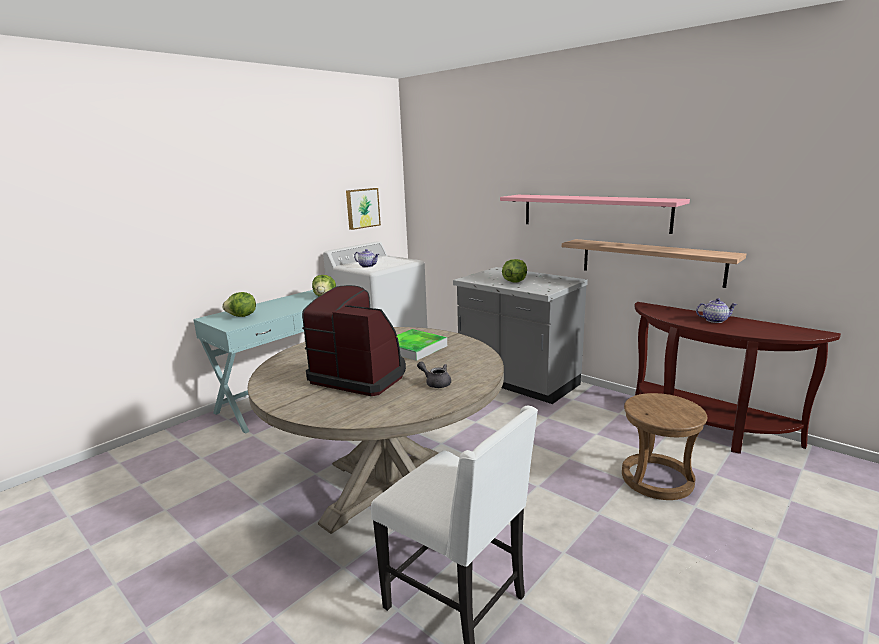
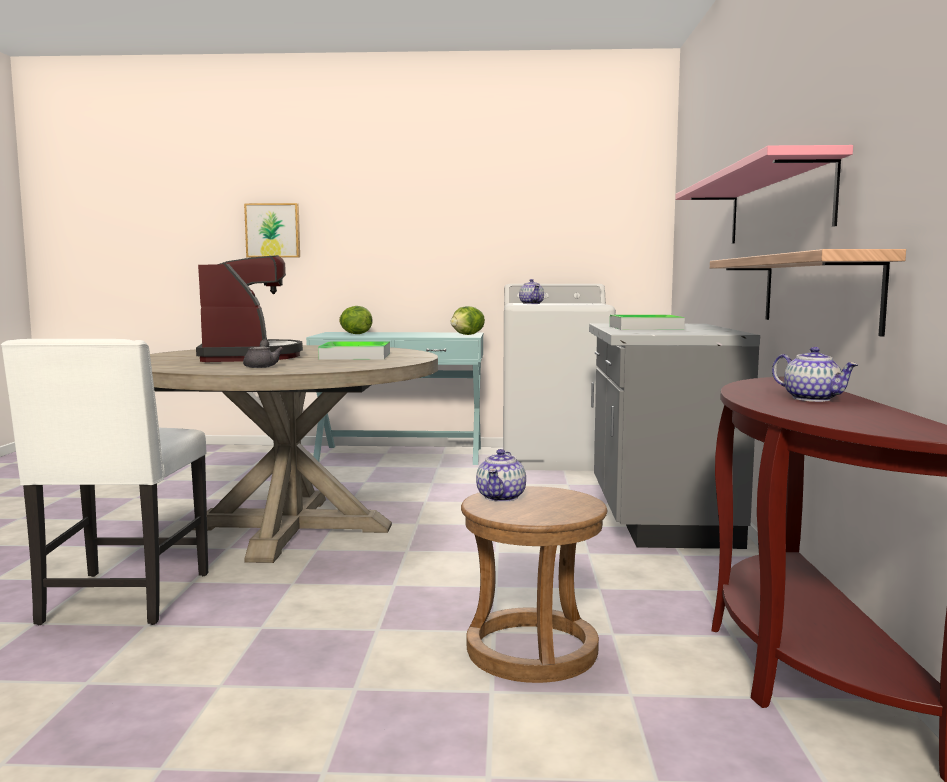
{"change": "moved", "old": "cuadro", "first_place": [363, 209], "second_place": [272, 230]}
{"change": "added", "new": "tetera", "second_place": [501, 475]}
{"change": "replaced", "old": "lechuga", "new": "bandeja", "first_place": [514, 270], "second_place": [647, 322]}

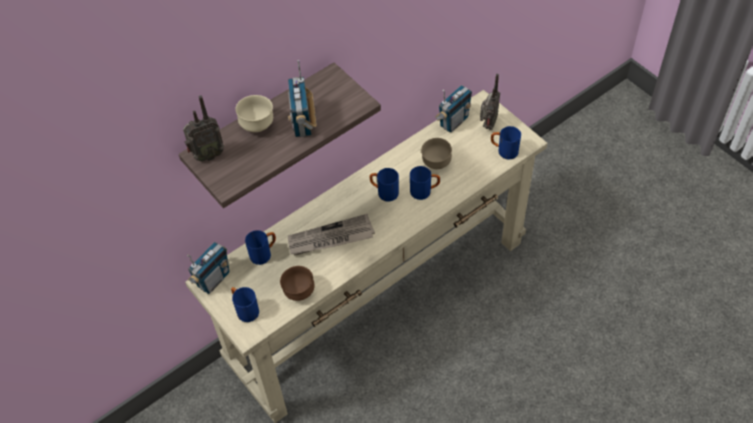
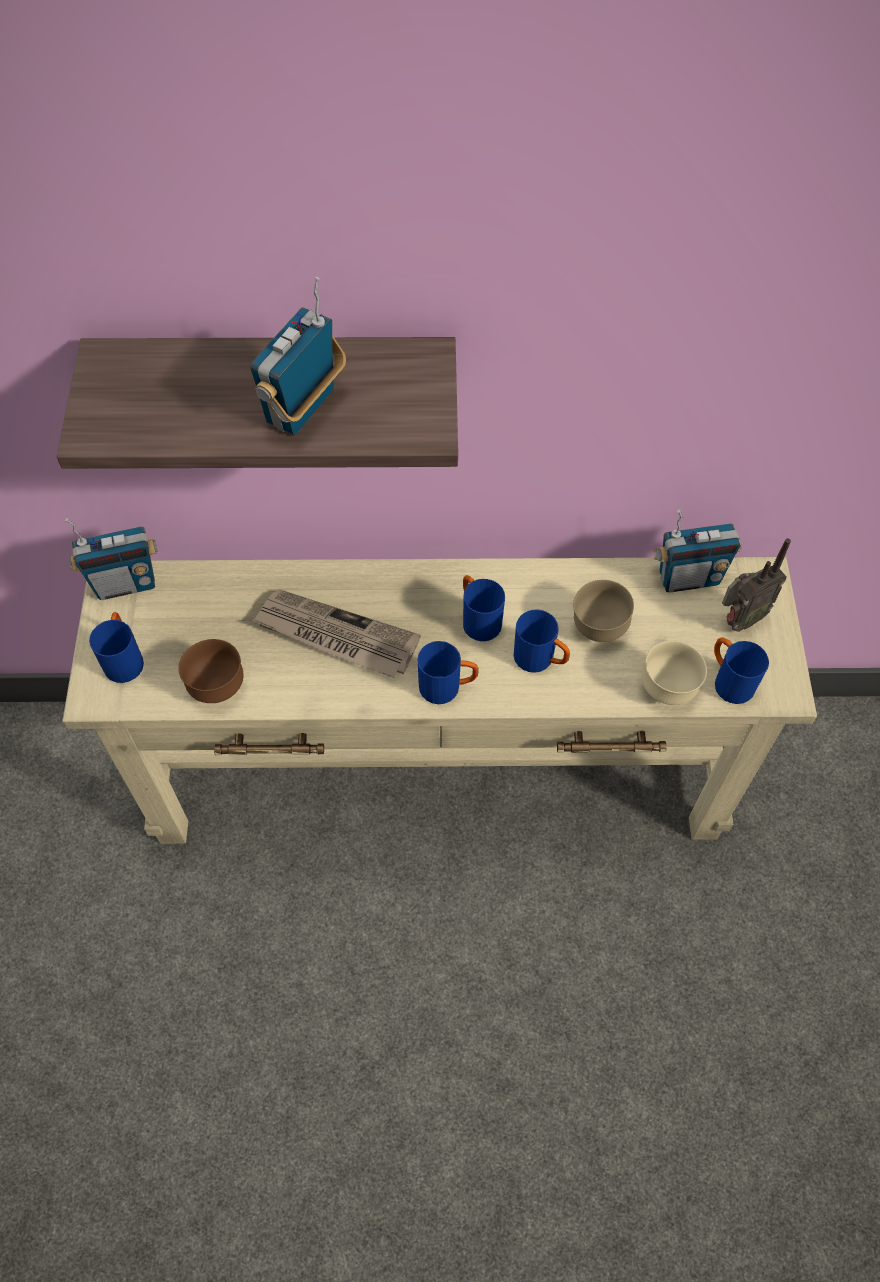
{"change": "moved", "old": "taza grande/azul", "first_place": [260, 247], "second_place": [448, 672]}
{"change": "moved", "old": "cuenco/beis", "first_place": [254, 113], "second_place": [674, 673]}
{"change": "removed", "old": "radio", "first_place": [203, 128]}

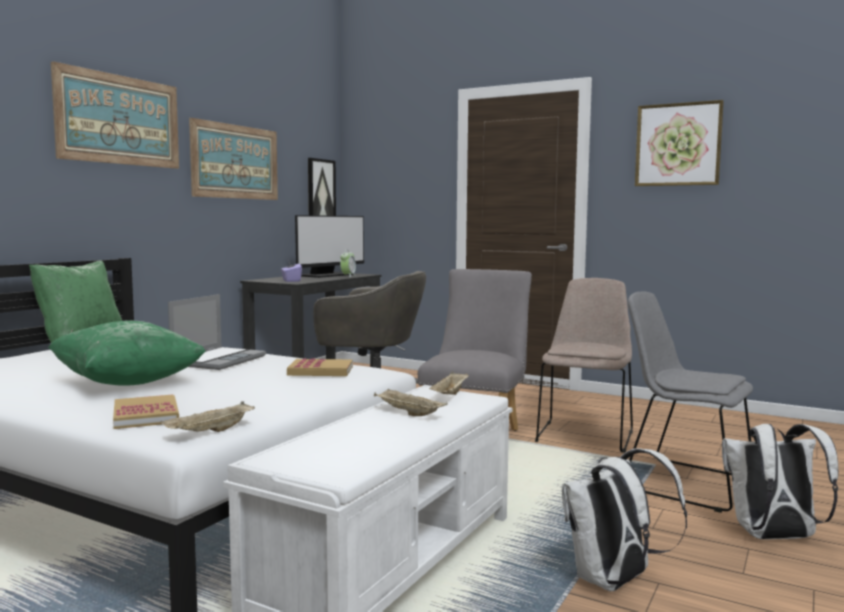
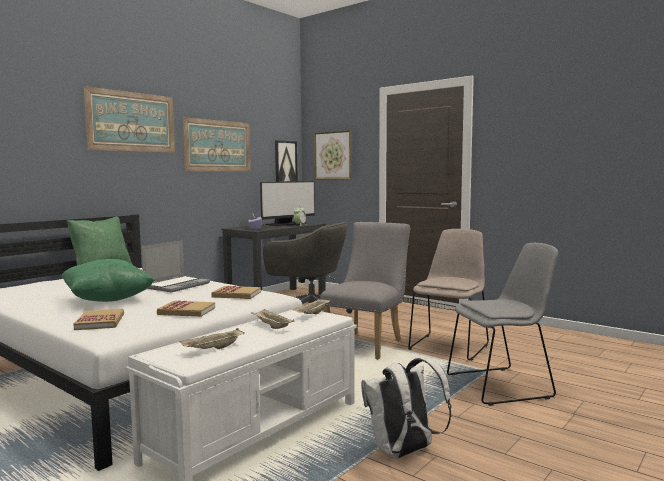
{"change": "added", "new": "libro", "second_place": [186, 309]}
{"change": "moved", "old": "bandeja/beis", "first_place": [208, 416], "second_place": [212, 338]}
{"change": "moved", "old": "cuadro", "first_place": [679, 143], "second_place": [333, 154]}
{"change": "turned", "old": "silla/gris", "first_place": [690, 402], "second_place": [503, 324], "degrees": 120}
{"change": "removed", "old": "mochila/blanco", "first_place": [780, 482]}

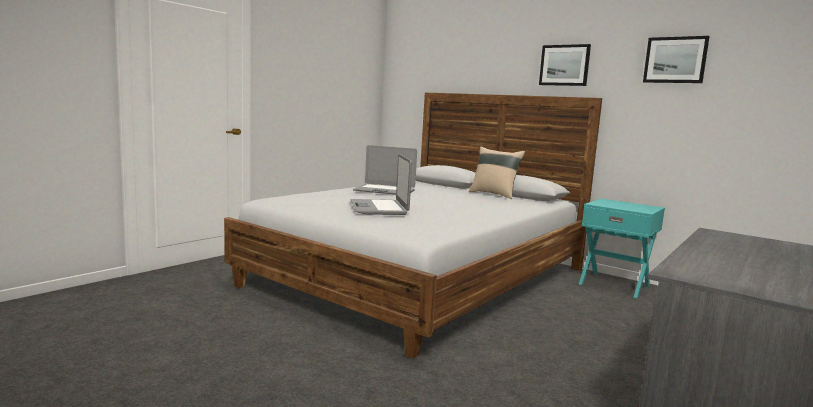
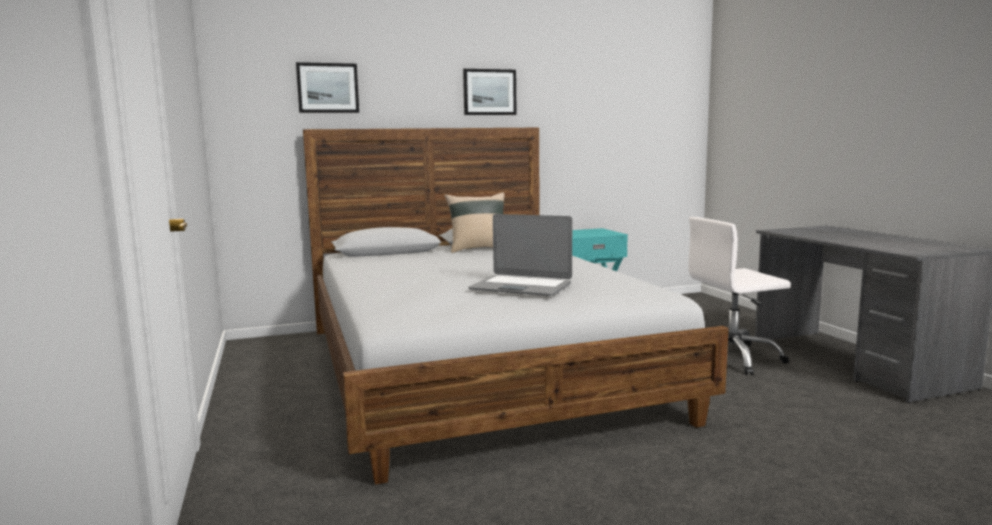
{"change": "moved", "old": "cuadro", "first_place": [676, 59], "second_place": [327, 87]}
{"change": "added", "new": "silla de oficina/blanco", "second_place": [740, 296]}
{"change": "removed", "old": "portátil", "first_place": [385, 170]}

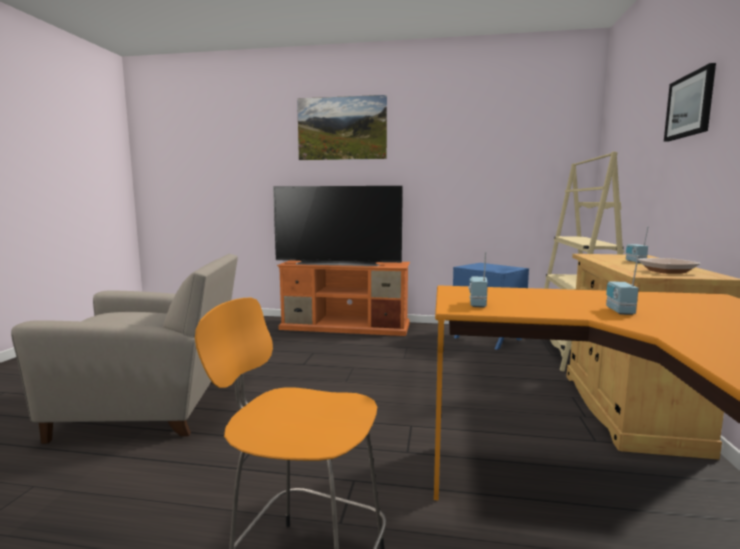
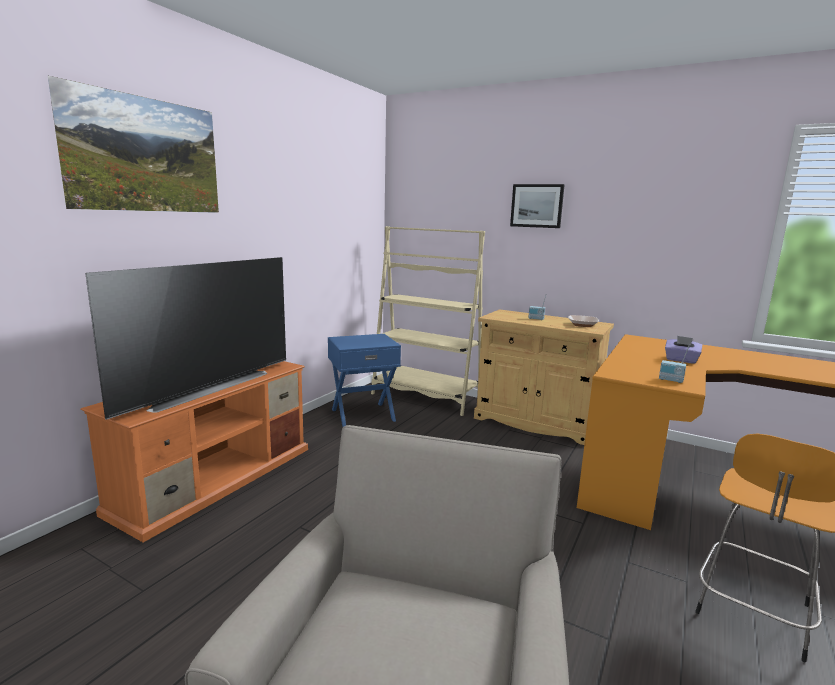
{"change": "replaced", "old": "radio", "new": "caja de pañuelos/morado", "first_place": [622, 285], "second_place": [683, 350]}

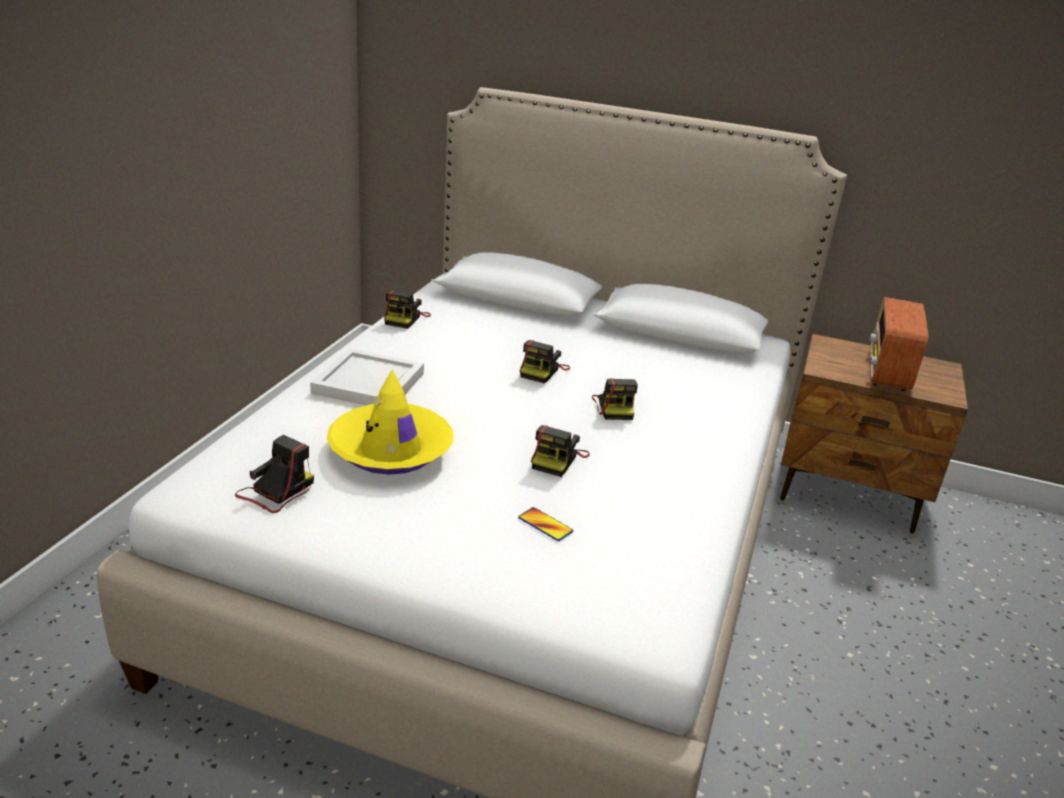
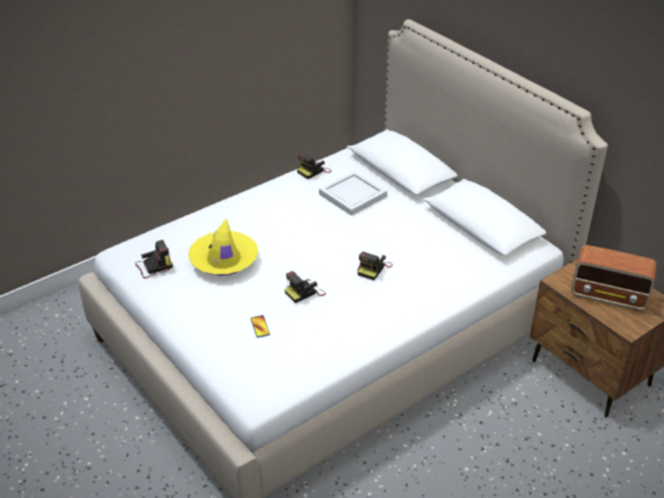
{"change": "moved", "old": "bandeja/blanco", "first_place": [367, 376], "second_place": [353, 193]}
{"change": "turned", "old": "radio", "first_place": [899, 344], "second_place": [614, 278], "degrees": -120}
{"change": "removed", "old": "cámara", "first_place": [545, 362]}

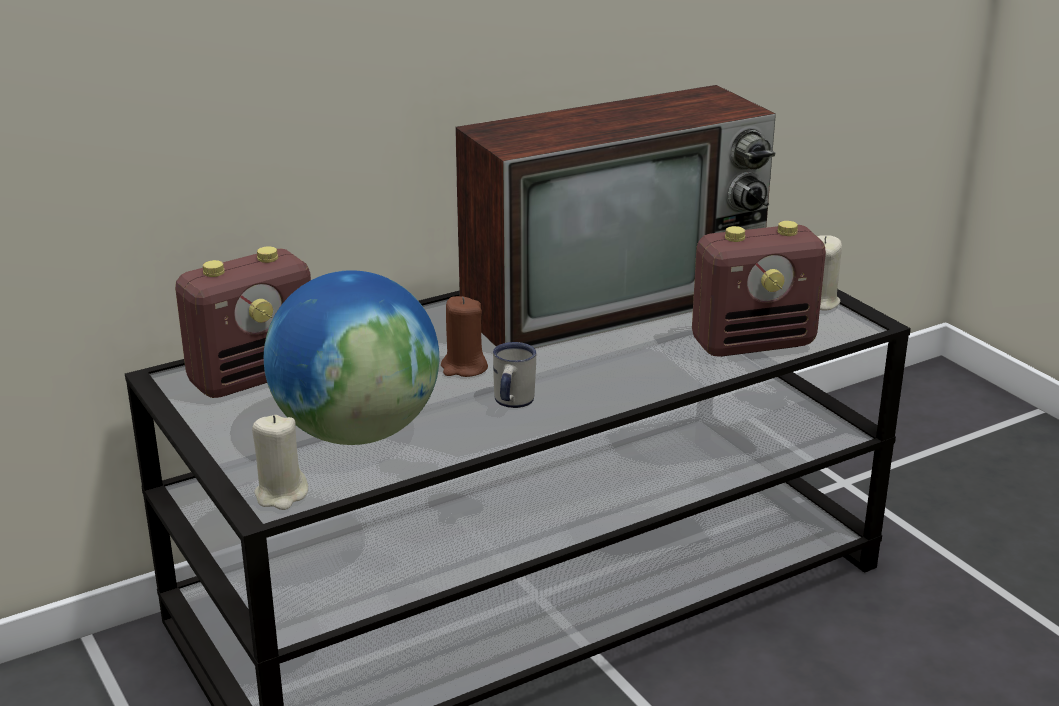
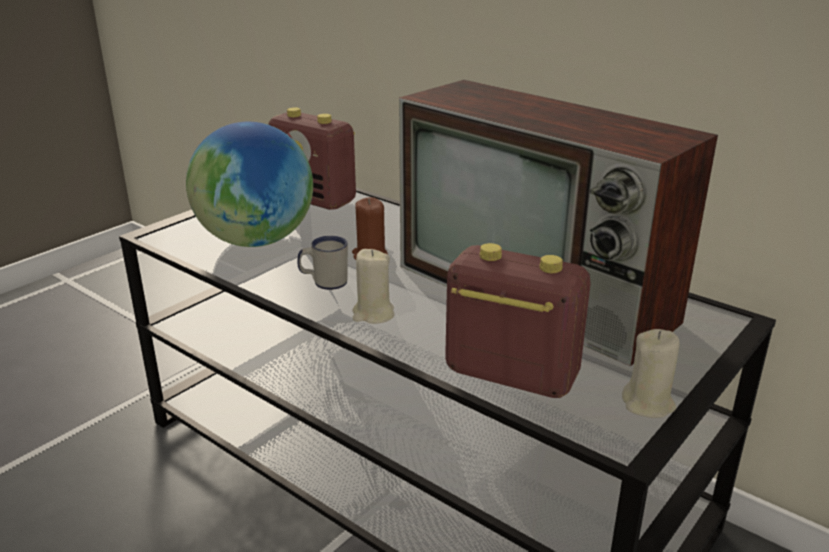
{"change": "moved", "old": "vela/beis", "first_place": [280, 462], "second_place": [373, 286]}
{"change": "turned", "old": "radio", "first_place": [759, 289], "second_place": [517, 320], "degrees": 150}

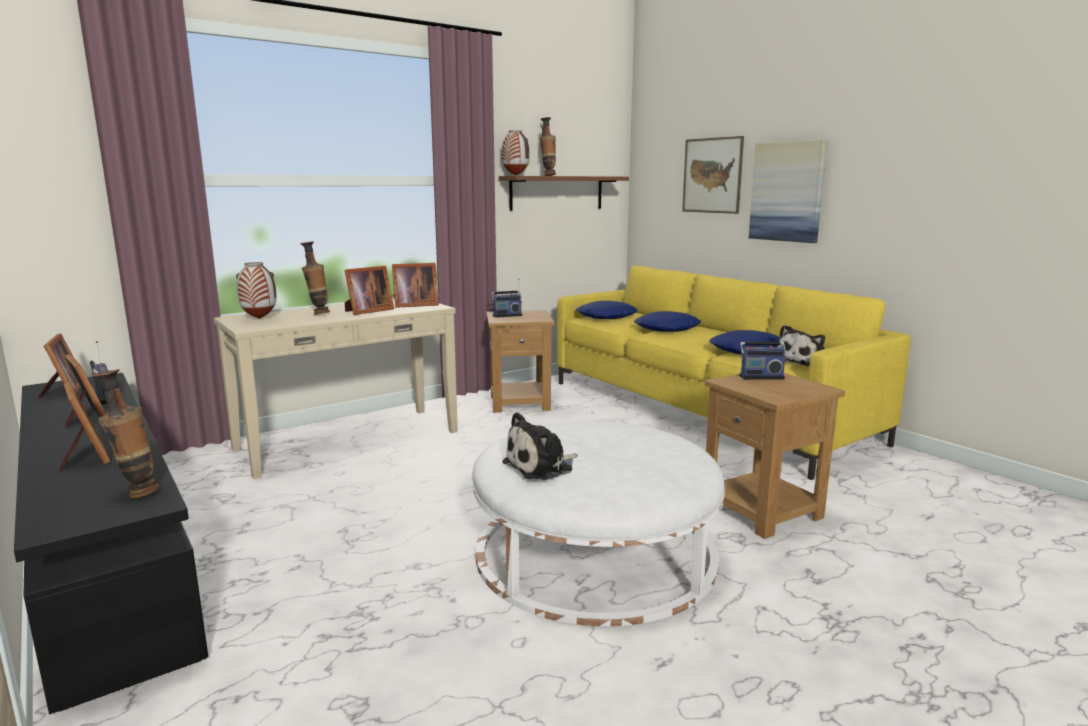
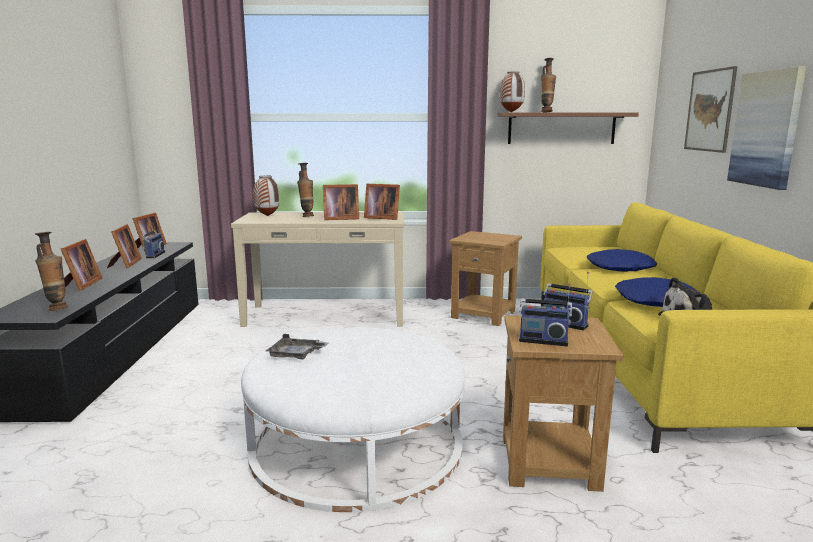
{"change": "replaced", "old": "peluche", "new": "bandeja/gris", "first_place": [540, 446], "second_place": [297, 347]}
{"change": "moved", "old": "radio", "first_place": [506, 298], "second_place": [545, 314]}
{"change": "removed", "old": "cojín/azul", "first_place": [607, 310]}

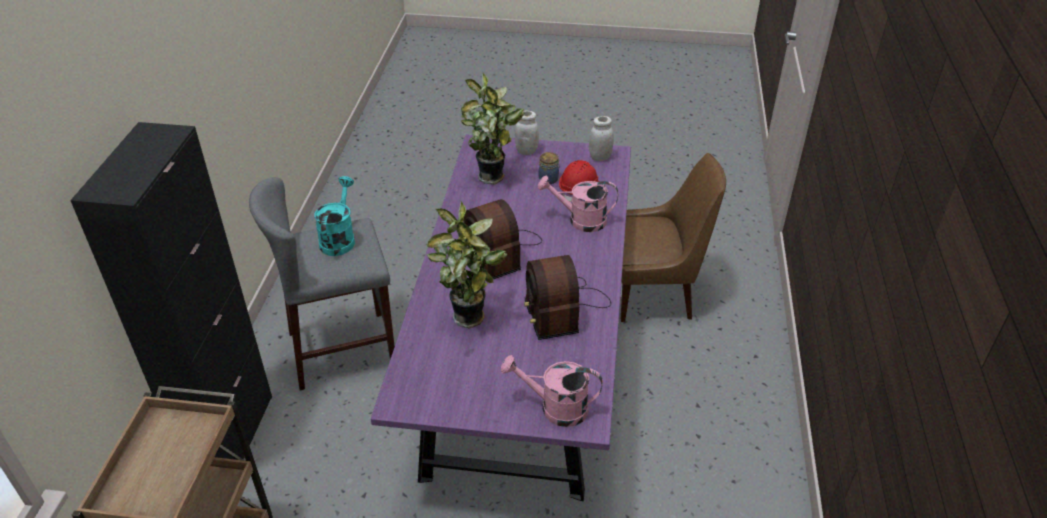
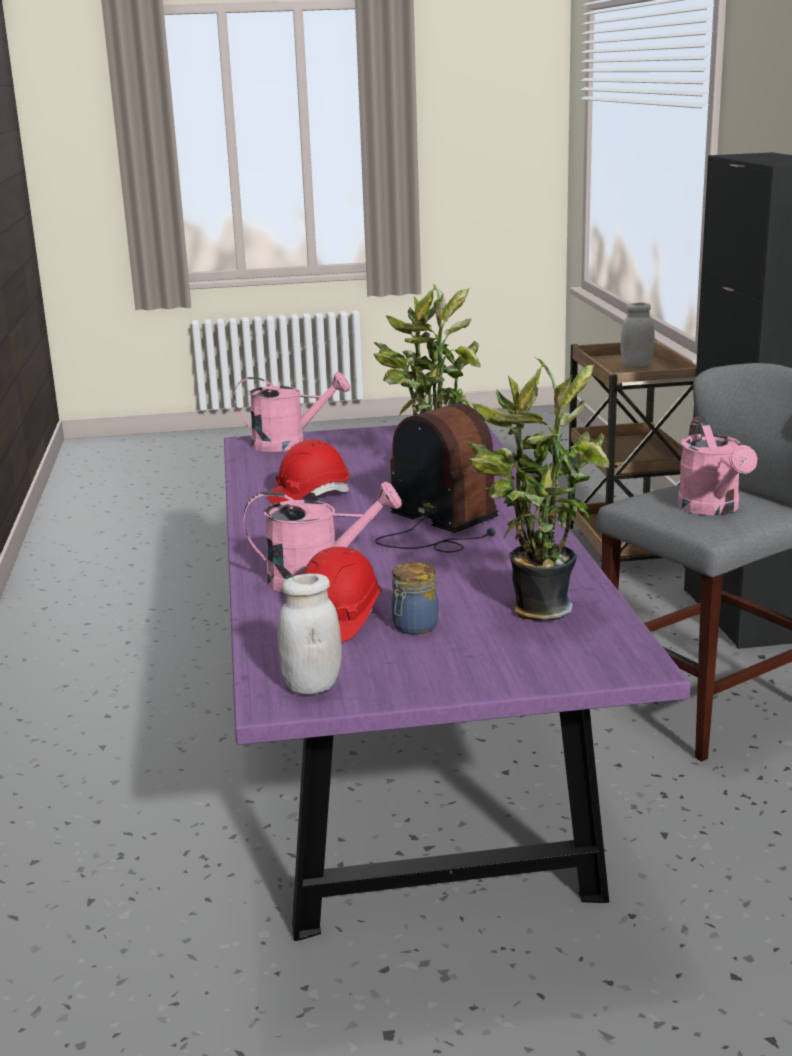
{"change": "replaced", "old": "radio", "new": "casco/rojo", "first_place": [567, 297], "second_place": [309, 472]}
{"change": "moved", "old": "tarro/blanco", "first_place": [527, 133], "second_place": [637, 335]}
{"change": "recoloured", "old": "regadera/turquesa", "new": "regadera/rosa", "first_place": [334, 216], "second_place": [717, 466]}
{"change": "removed", "old": "silla/marrón", "first_place": [673, 237]}

